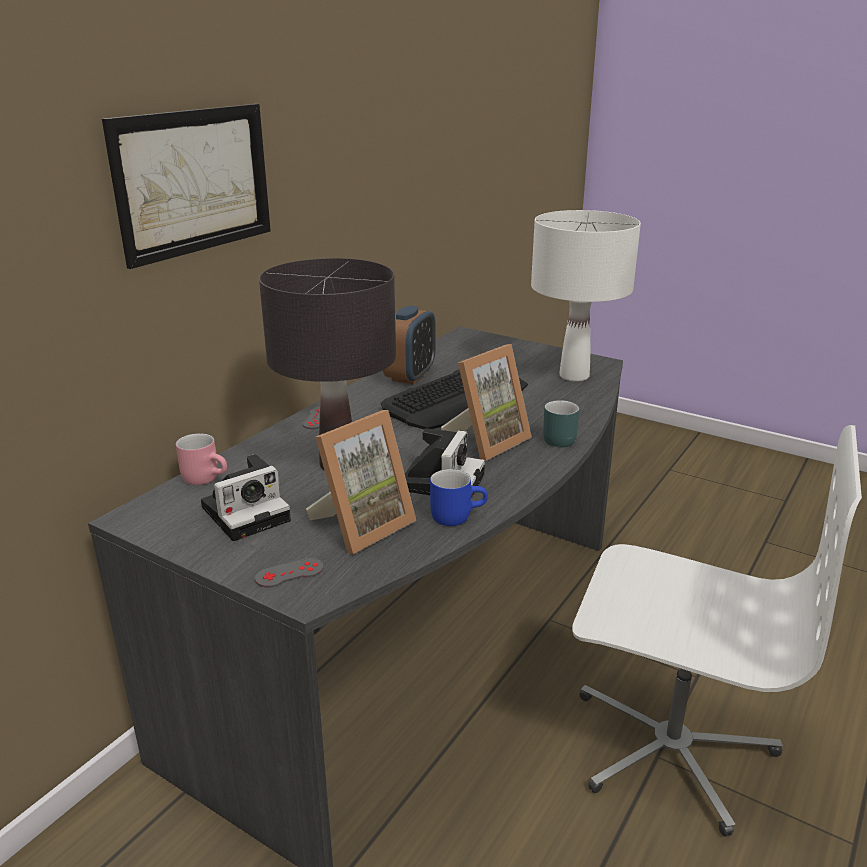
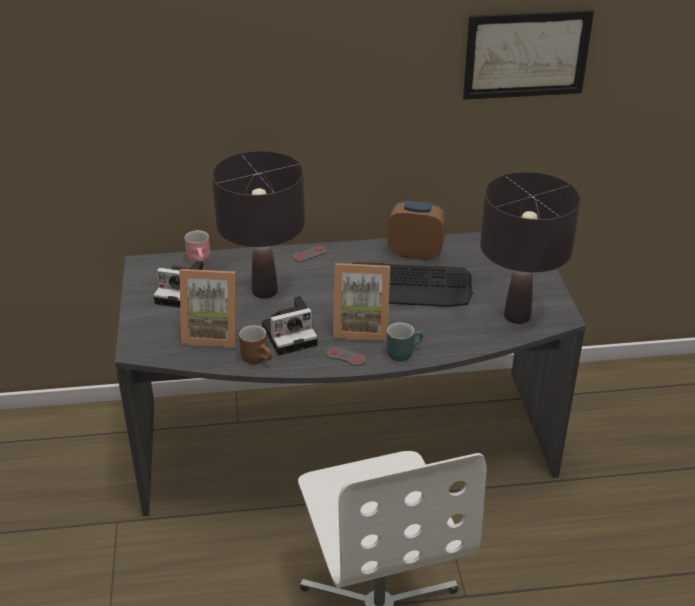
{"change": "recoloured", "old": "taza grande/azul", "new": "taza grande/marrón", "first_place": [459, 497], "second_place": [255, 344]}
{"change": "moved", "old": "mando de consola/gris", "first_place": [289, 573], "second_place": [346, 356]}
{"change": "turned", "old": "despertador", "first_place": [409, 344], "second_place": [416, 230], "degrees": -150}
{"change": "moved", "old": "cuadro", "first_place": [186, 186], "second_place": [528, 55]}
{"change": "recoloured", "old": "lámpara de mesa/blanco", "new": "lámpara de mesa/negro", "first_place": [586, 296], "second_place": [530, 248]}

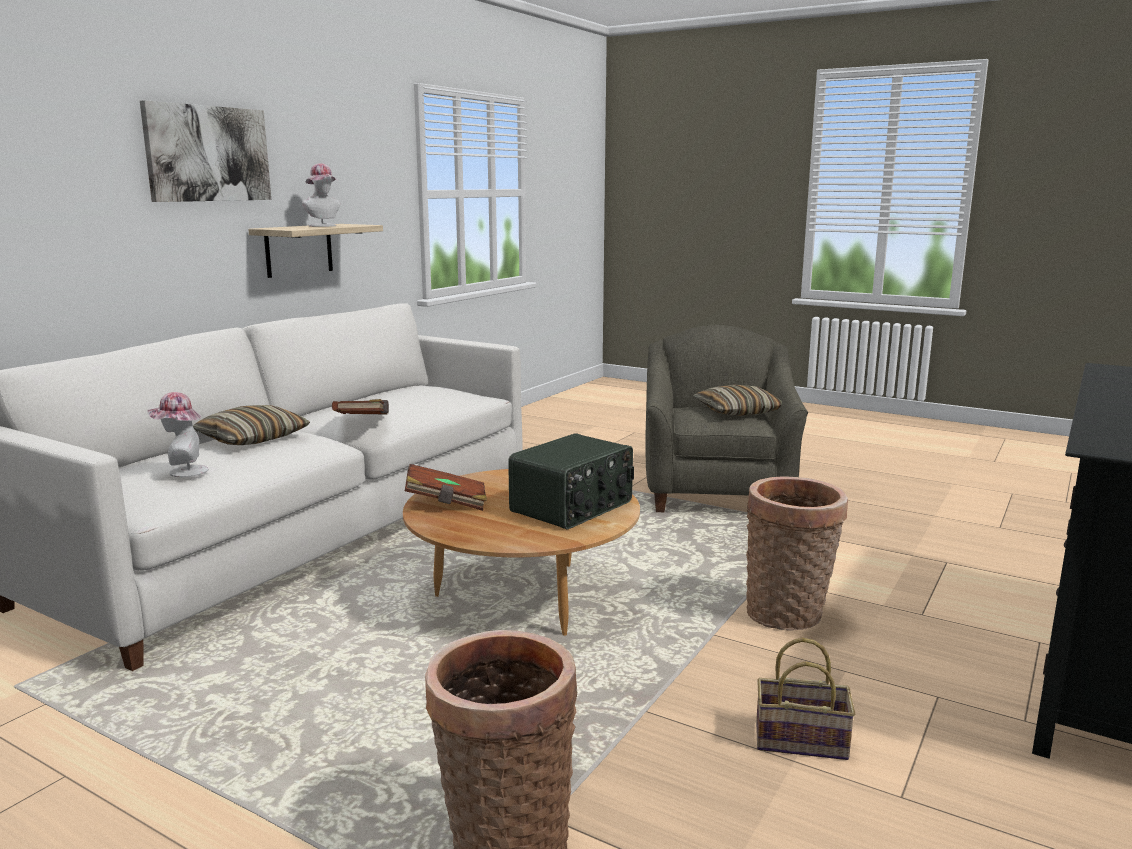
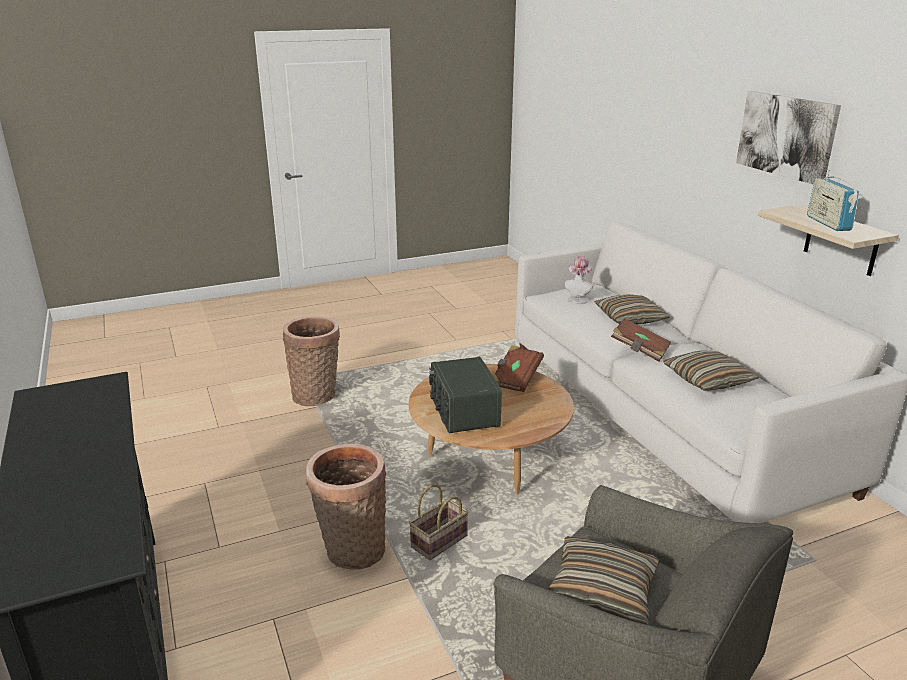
{"change": "moved", "old": "cesta", "first_place": [805, 699], "second_place": [439, 522]}
{"change": "added", "new": "cojín", "second_place": [711, 370]}
{"change": "replaced", "old": "sombrero", "new": "radio", "first_place": [321, 195], "second_place": [833, 200]}

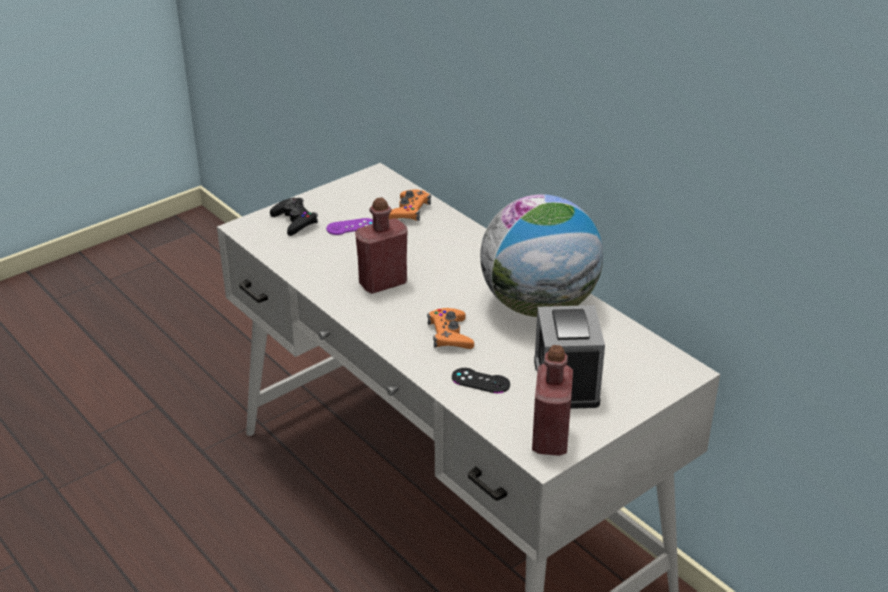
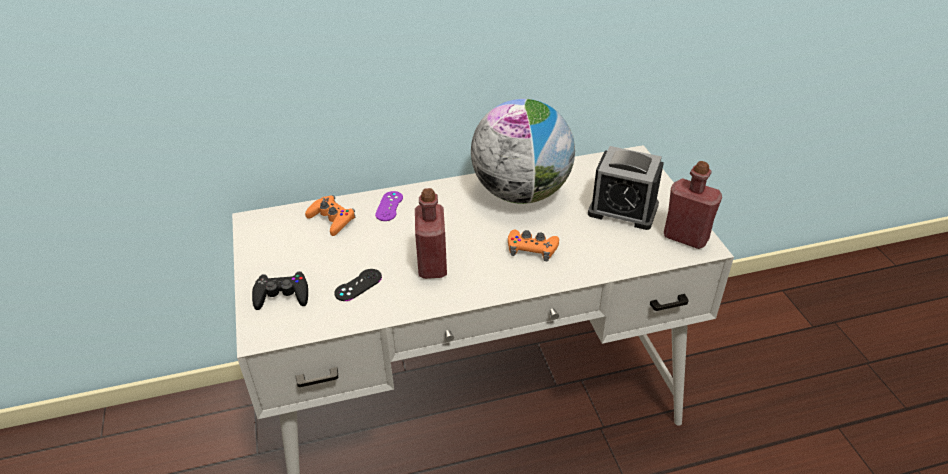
{"change": "moved", "old": "mando de consola/negro", "first_place": [481, 380], "second_place": [358, 285]}
{"change": "moved", "old": "mando de consola/morado", "first_place": [349, 226], "second_place": [389, 206]}

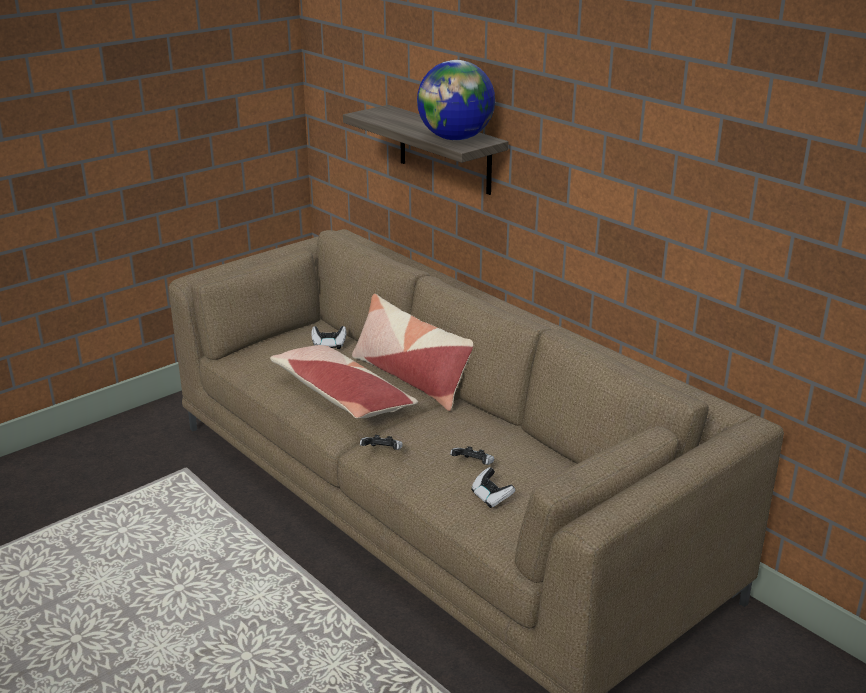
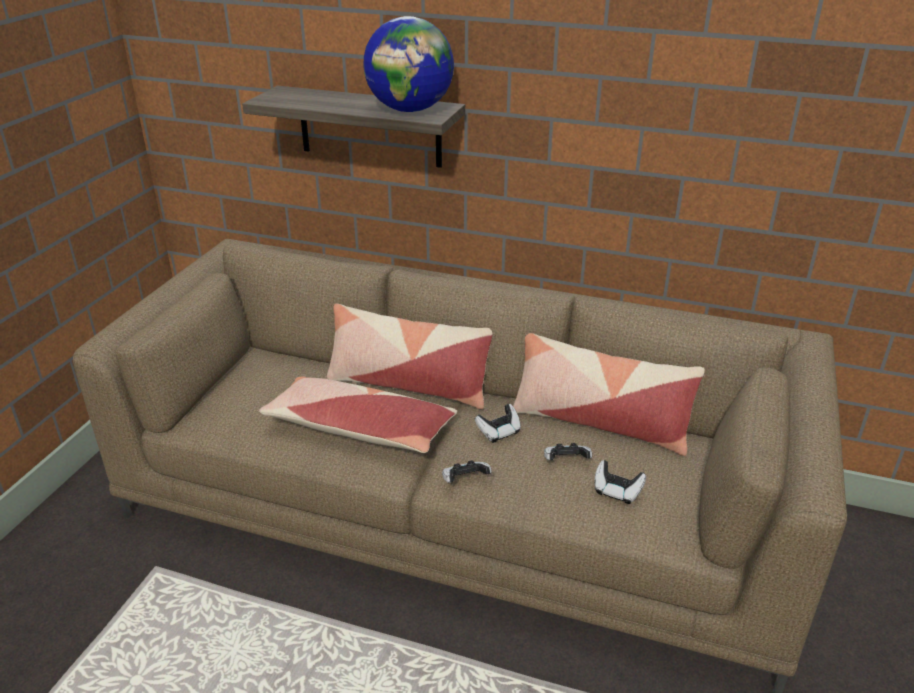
{"change": "moved", "old": "mando de consola", "first_place": [328, 337], "second_place": [498, 423]}
{"change": "added", "new": "cojín", "second_place": [609, 394]}

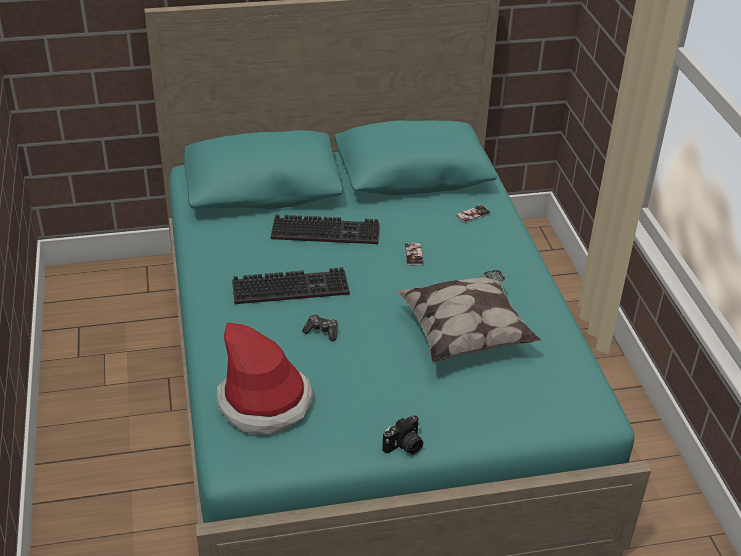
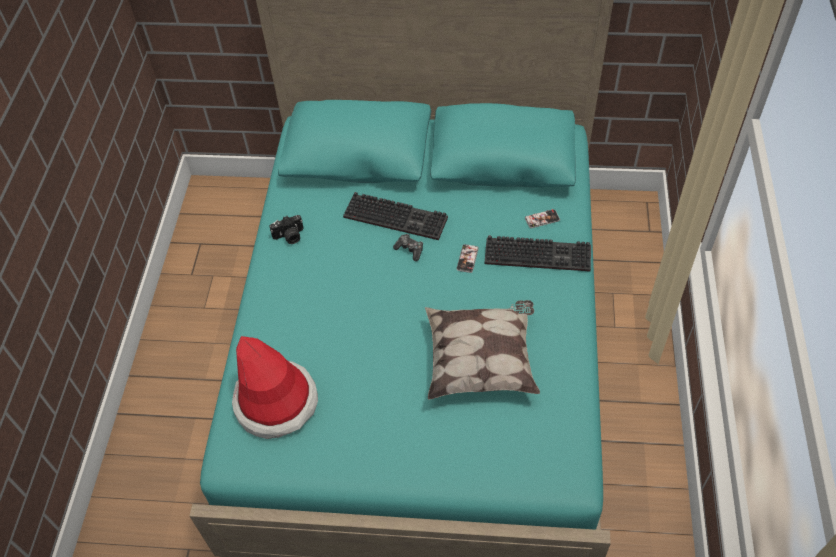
{"change": "moved", "old": "cámara", "first_place": [402, 435], "second_place": [286, 229]}
{"change": "moved", "old": "mando de consola", "first_place": [320, 327], "second_place": [408, 247]}
{"change": "moved", "old": "teclado", "first_place": [291, 285], "second_place": [537, 253]}

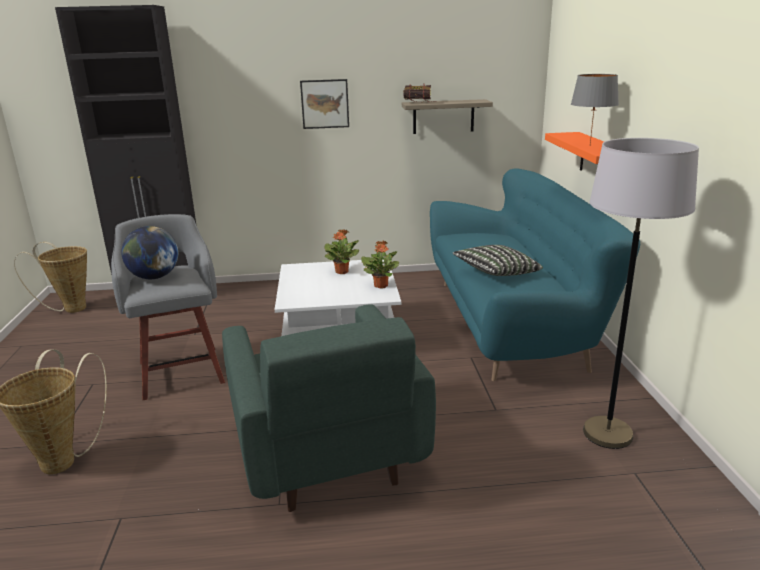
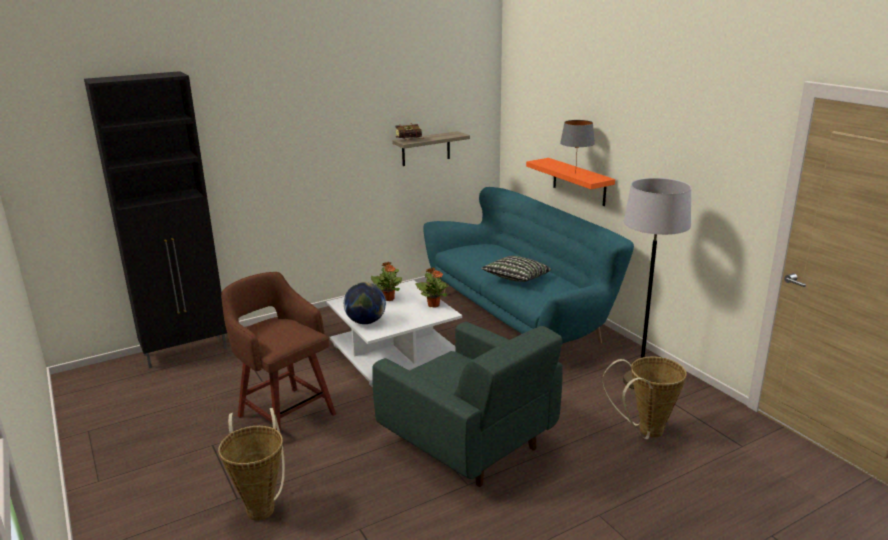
{"change": "recoloured", "old": "taburete/gris", "new": "taburete/marrón", "first_place": [168, 307], "second_place": [278, 352]}
{"change": "moved", "old": "globo terráqueo", "first_place": [149, 252], "second_place": [365, 303]}
{"change": "moved", "old": "cesta", "first_place": [50, 277], "second_place": [644, 398]}
{"change": "removed", "old": "cuadro", "first_place": [324, 104]}

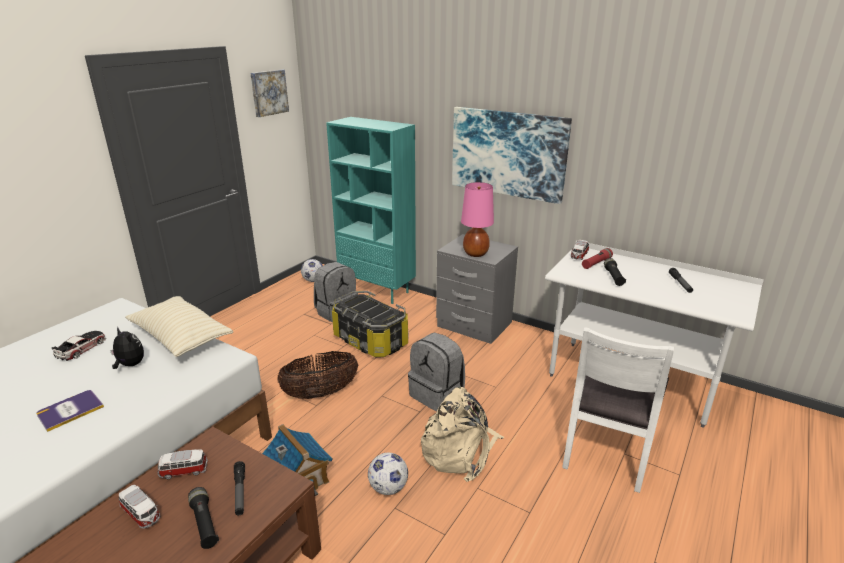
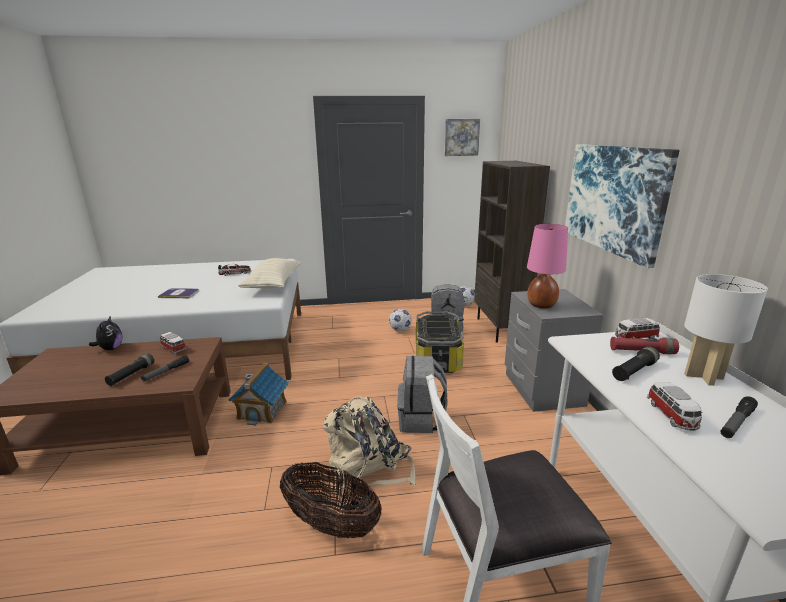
{"change": "moved", "old": "peluche", "first_place": [127, 348], "second_place": [105, 333]}
{"change": "moved", "old": "cesta", "first_place": [317, 375], "second_place": [331, 500]}
{"change": "moved", "old": "balón de fútbol", "first_place": [388, 474], "second_place": [400, 320]}
{"change": "recoloured", "old": "estantería/turquesa", "new": "estantería/marrón", "first_place": [371, 210], "second_place": [512, 252]}
{"change": "moved", "old": "coche de juguete", "first_place": [139, 507], "second_place": [675, 406]}
{"change": "added", "new": "lámpara de mesa/blanco", "second_place": [726, 330]}

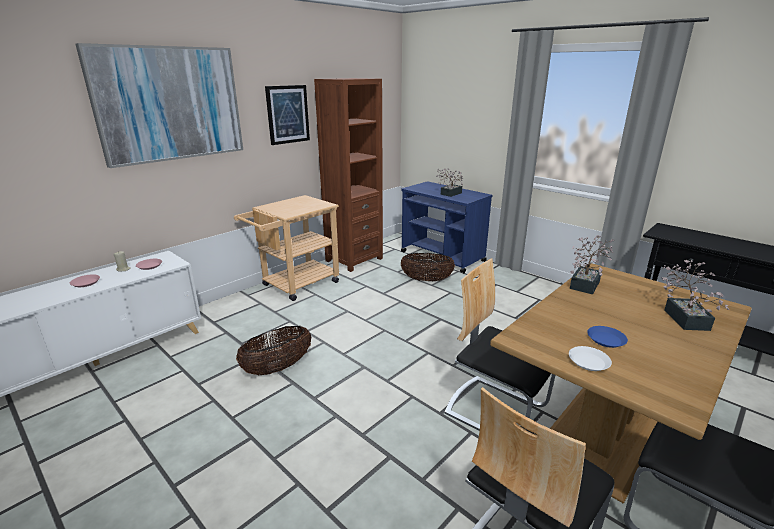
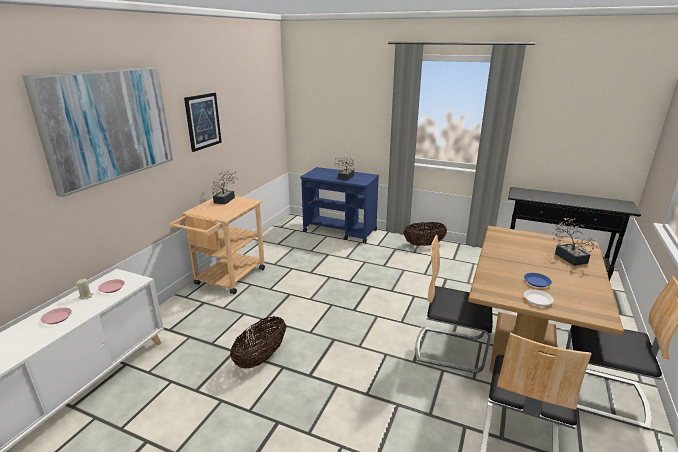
{"change": "moved", "old": "planta en maceta", "first_place": [592, 264], "second_place": [224, 187]}
{"change": "moved", "old": "cesta", "first_place": [428, 267], "second_place": [425, 234]}
{"change": "removed", "old": "estantería/marrón", "first_place": [348, 175]}

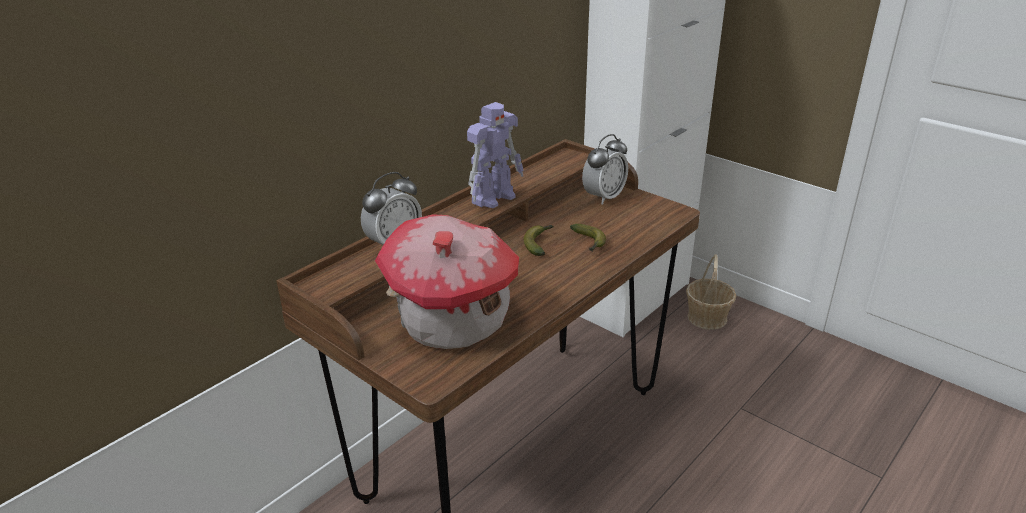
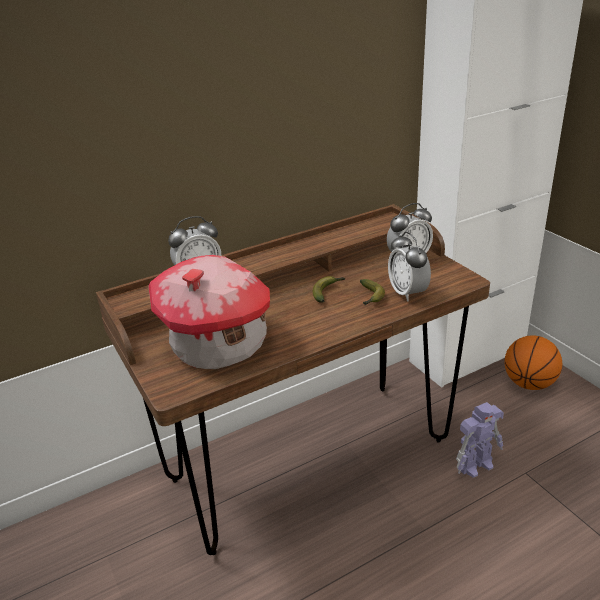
{"change": "added", "new": "despertador", "second_place": [409, 266]}
{"change": "moved", "old": "robot de juguete", "first_place": [495, 155], "second_place": [480, 440]}
{"change": "replaced", "old": "cesta", "new": "balón de baloncesto", "first_place": [711, 292], "second_place": [533, 362]}

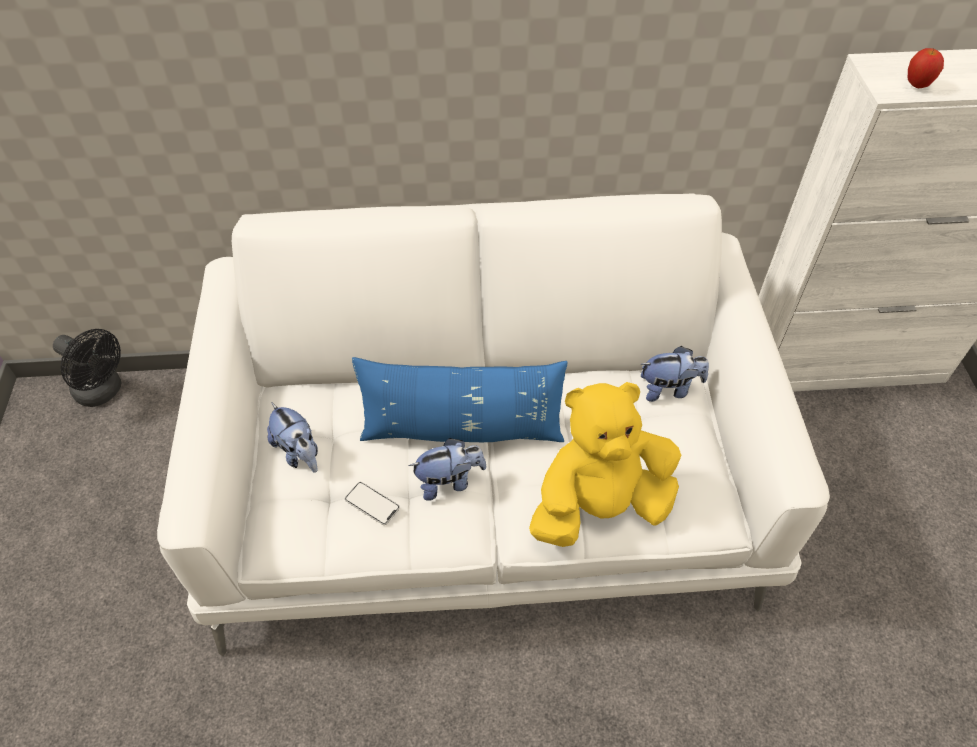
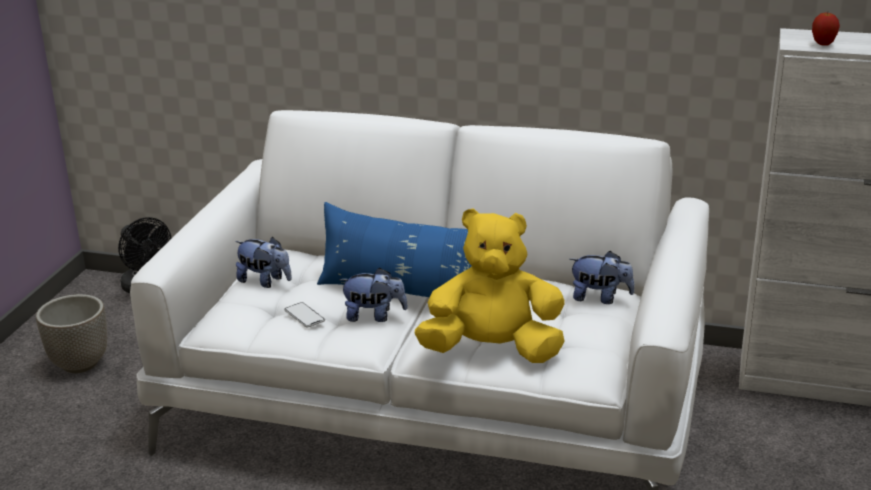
{"change": "added", "new": "maceta", "second_place": [71, 333]}
{"change": "turned", "old": "peluche", "first_place": [292, 437], "second_place": [263, 262], "degrees": -45}

